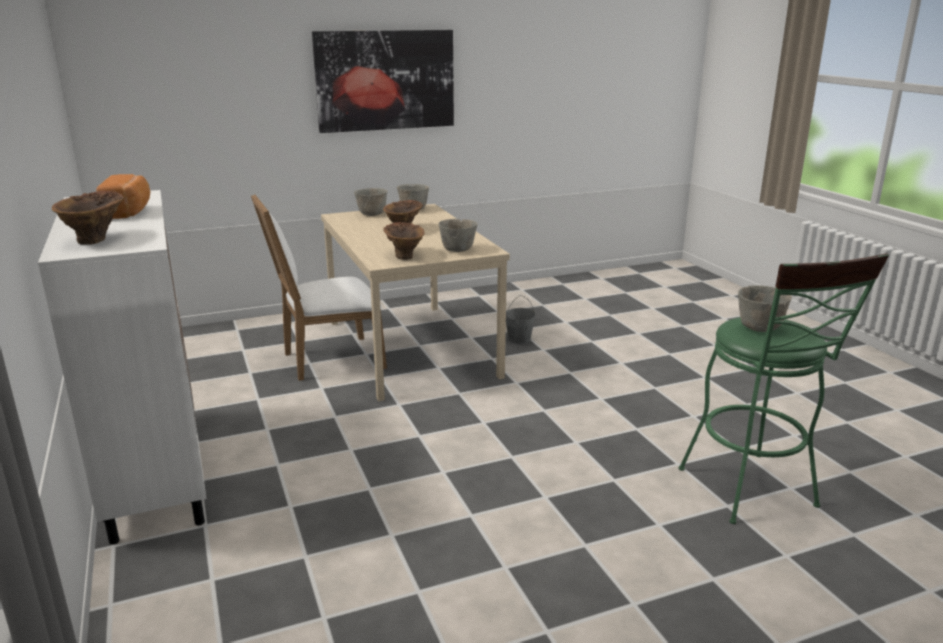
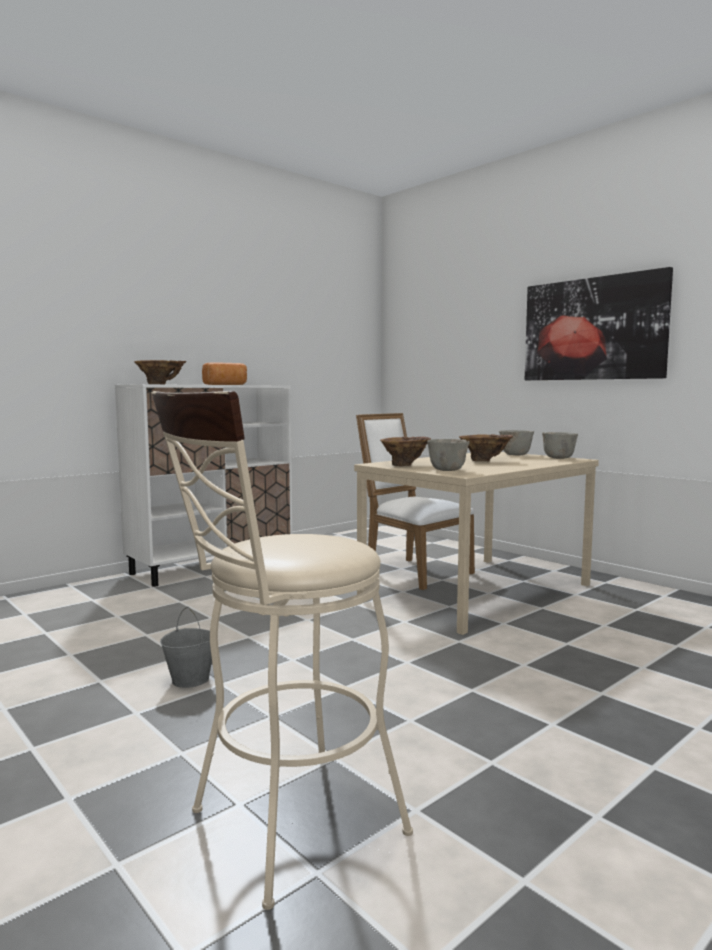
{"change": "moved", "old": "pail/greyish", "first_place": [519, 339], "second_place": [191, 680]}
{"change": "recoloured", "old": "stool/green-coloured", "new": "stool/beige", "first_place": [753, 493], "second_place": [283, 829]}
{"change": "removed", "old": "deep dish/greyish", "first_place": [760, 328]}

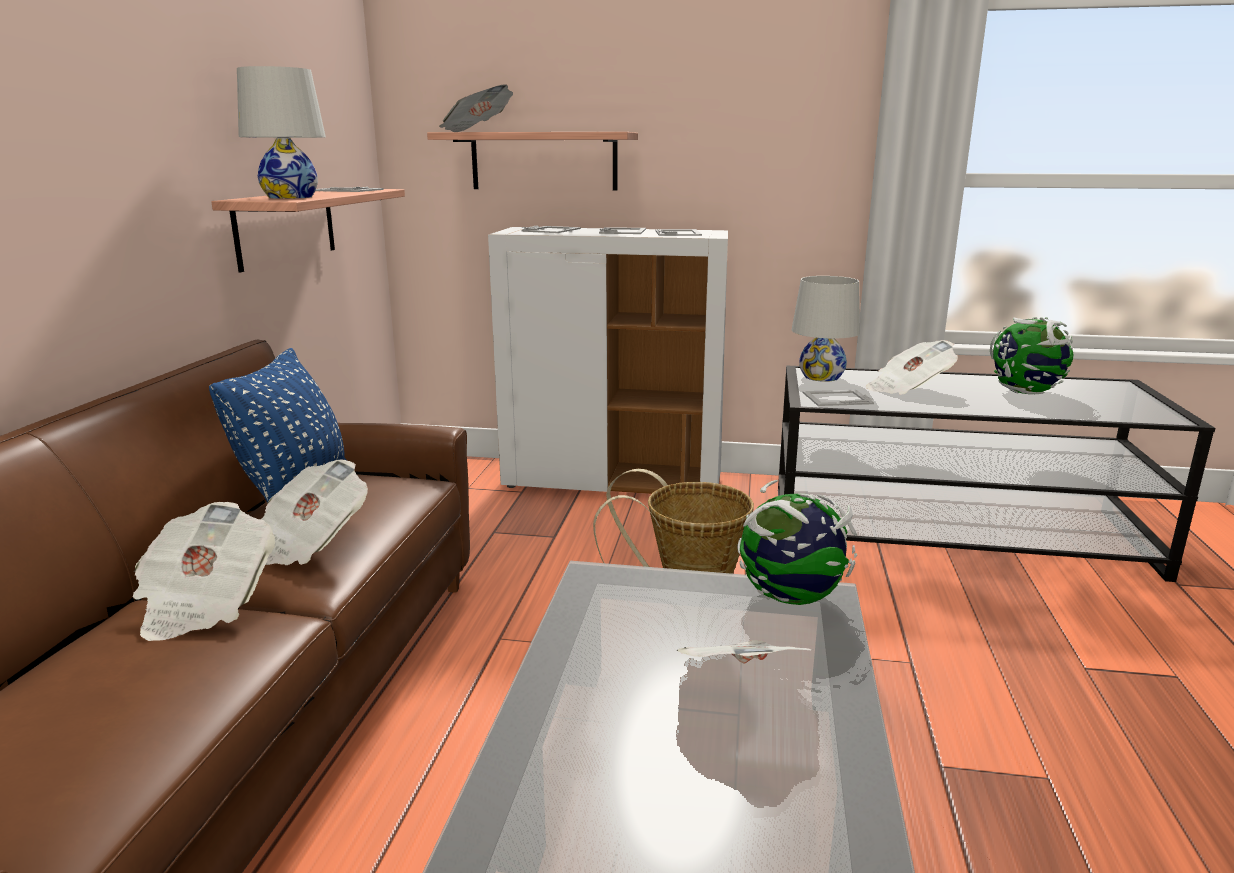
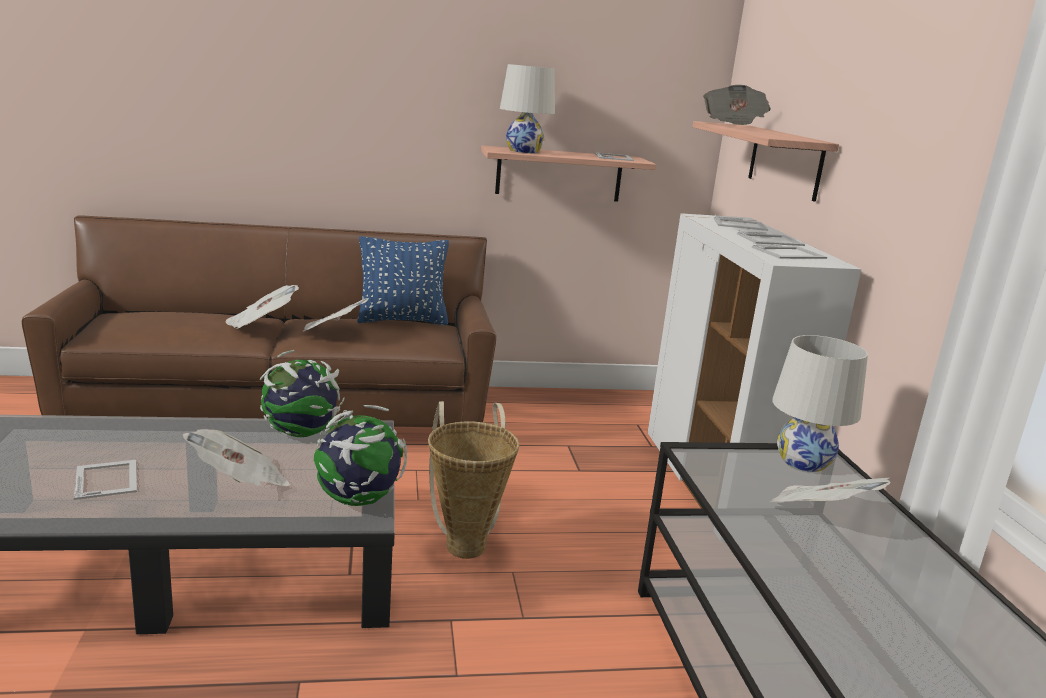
{"change": "moved", "old": "standing frame", "first_place": [836, 398], "second_place": [107, 479]}
{"change": "moved", "old": "world globe", "first_place": [1025, 392], "second_place": [301, 434]}

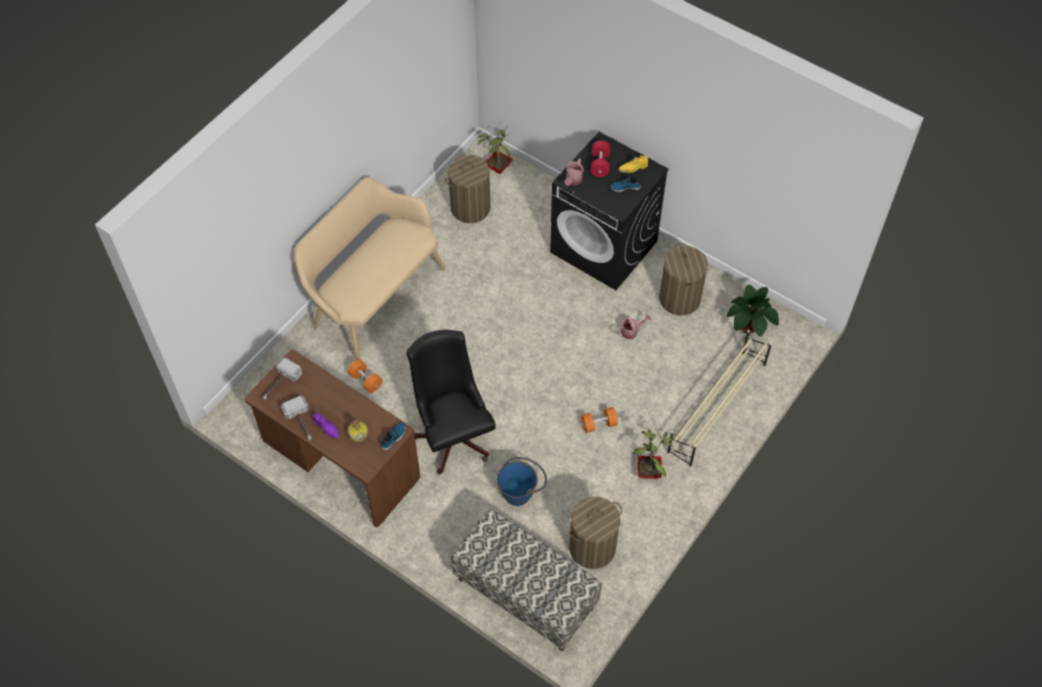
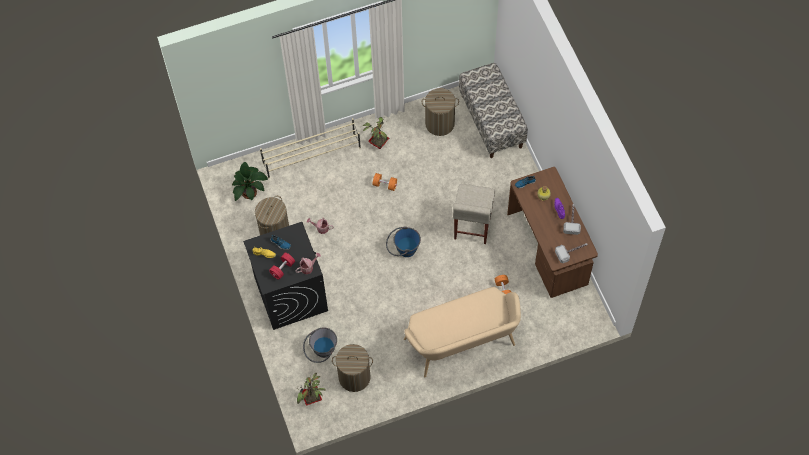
{"change": "replaced", "old": "desk chair/black-coloured", "new": "stool/beige", "first_place": [452, 433], "second_place": [472, 227]}
{"change": "moved", "old": "pail/blue", "first_place": [521, 490], "second_place": [403, 250]}
{"change": "added", "new": "pail/greyish", "second_place": [321, 352]}

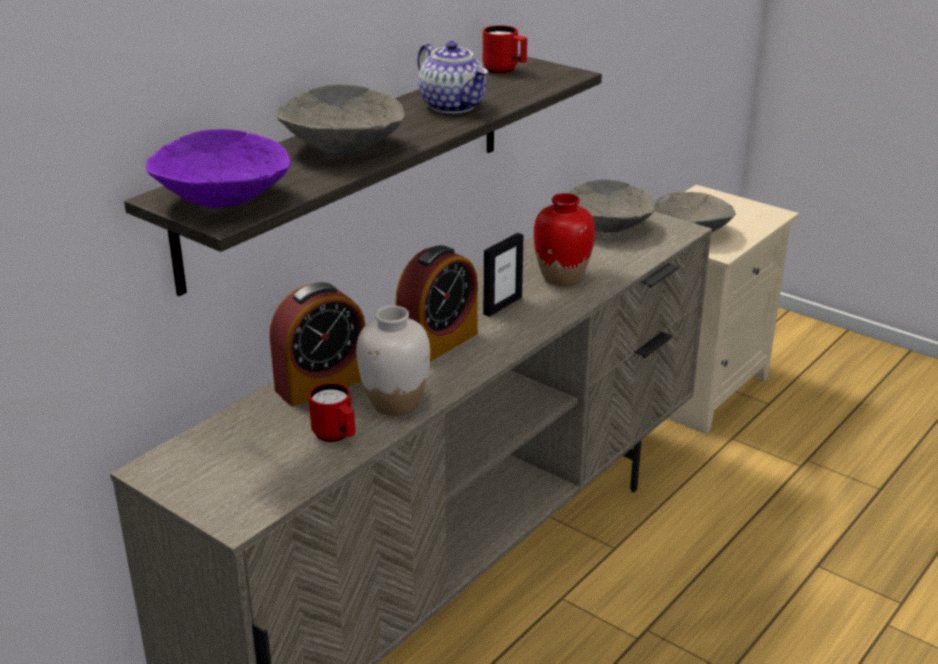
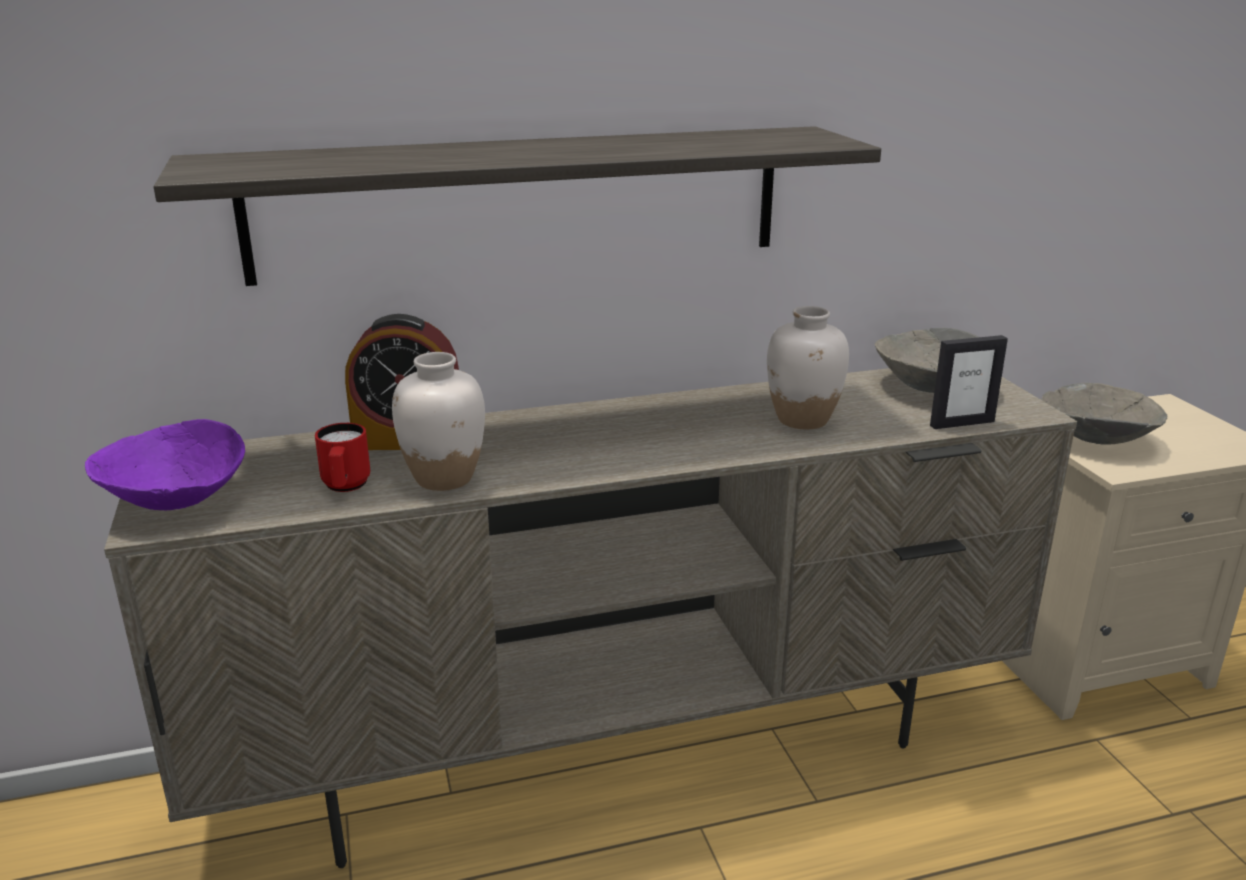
{"change": "moved", "old": "deep dish/purple-coloured", "first_place": [223, 200], "second_place": [177, 499]}
{"change": "removed", "old": "deep dish/greyish", "first_place": [343, 148]}
{"change": "removed", "old": "table clock", "first_place": [437, 343]}
{"change": "removed", "old": "pot for tea", "first_place": [453, 106]}
{"change": "removed", "old": "coffee mug/red", "first_place": [505, 71]}
{"change": "moved", "old": "standing frame", "first_place": [502, 305], "second_place": [961, 423]}
{"change": "recoloured", "old": "decorative vase/red", "new": "decorative vase/whitish", "first_place": [562, 278], "second_place": [803, 420]}

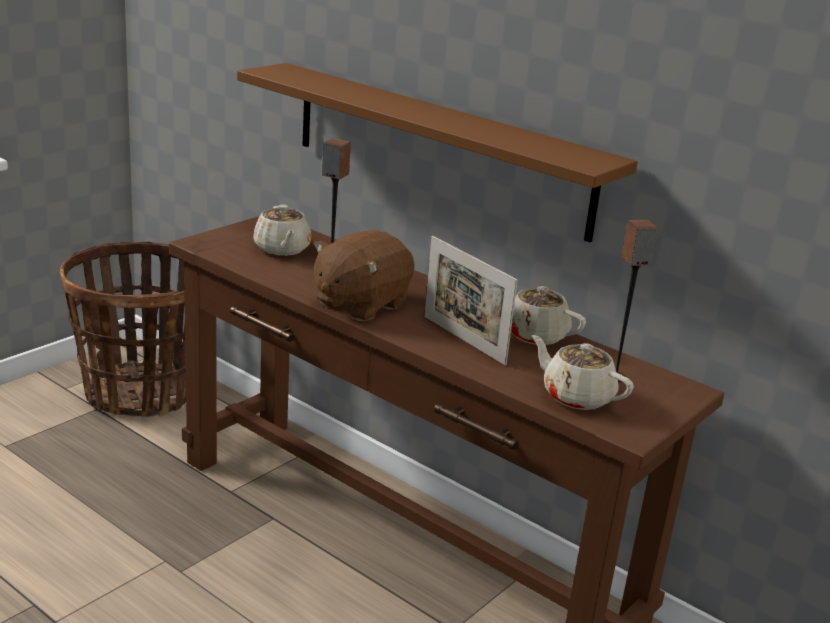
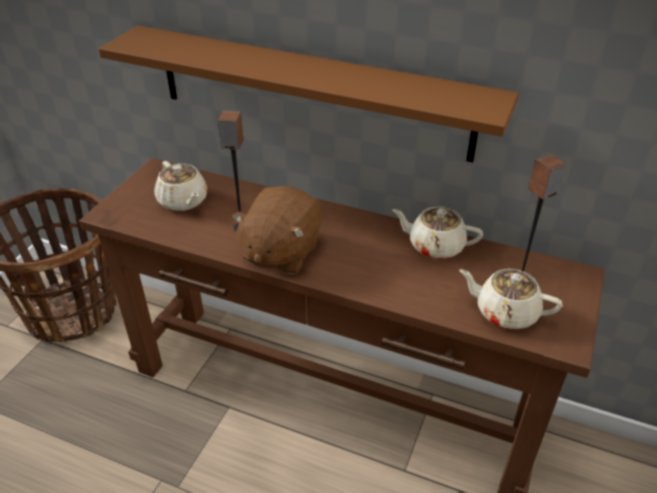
{"change": "removed", "old": "standing frame", "first_place": [463, 340]}

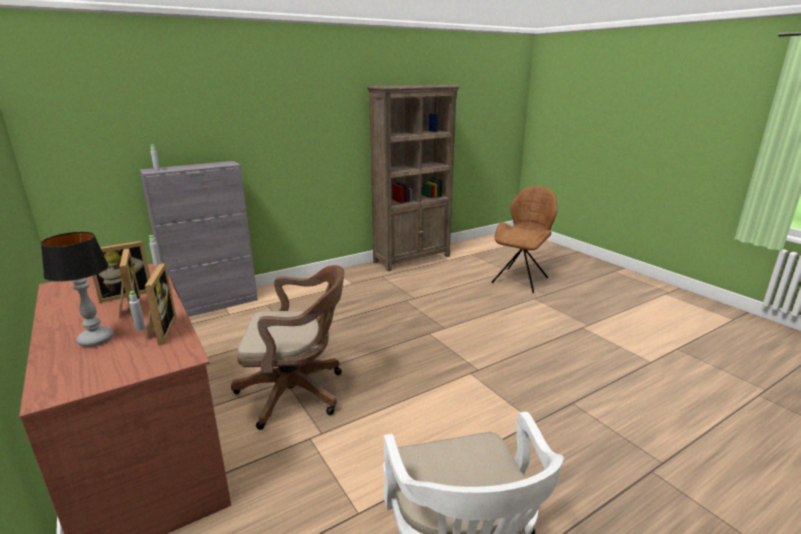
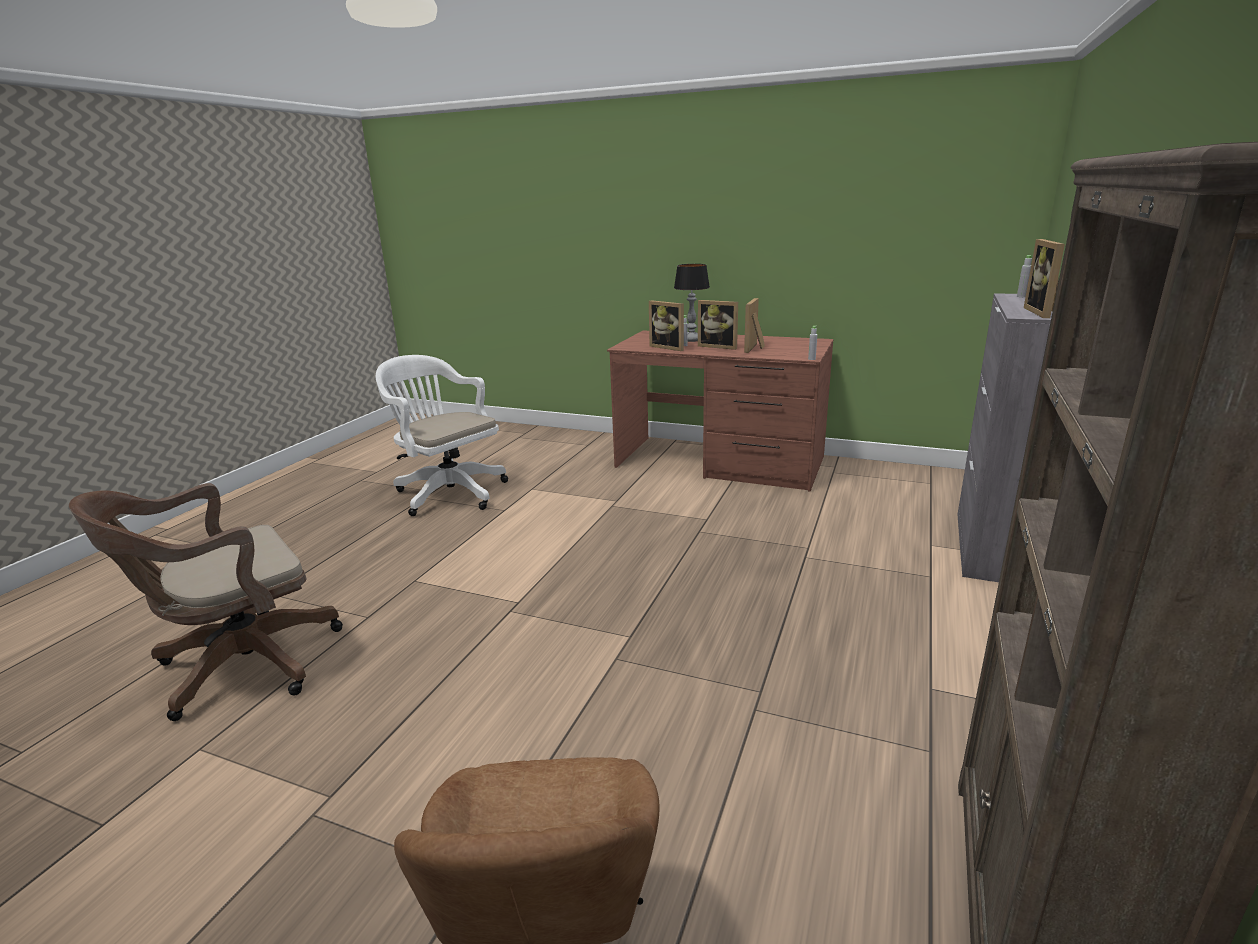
{"change": "moved", "old": "desk chair/brown-coloured", "first_place": [297, 393], "second_place": [239, 666]}
{"change": "added", "new": "standing frame", "second_place": [1044, 312]}

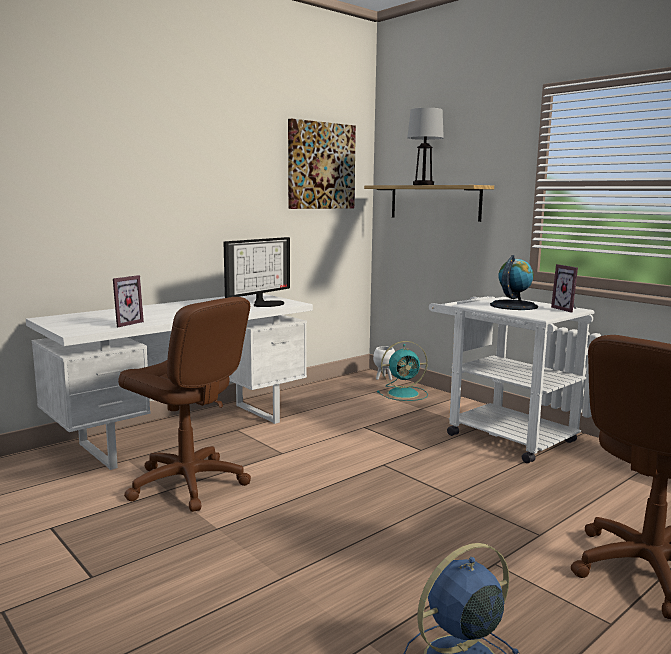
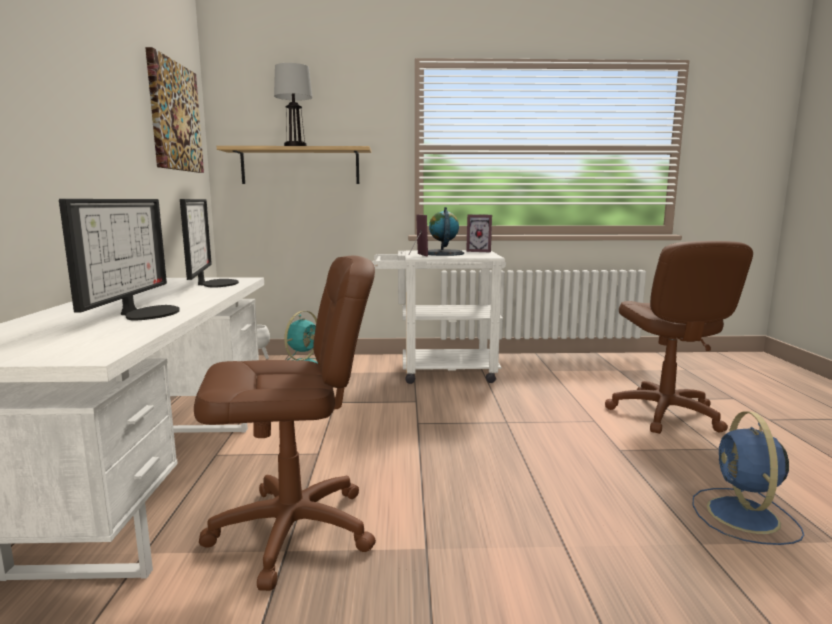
{"change": "moved", "old": "standing frame", "first_place": [124, 323], "second_place": [416, 255]}
{"change": "added", "new": "computer display", "second_place": [146, 313]}

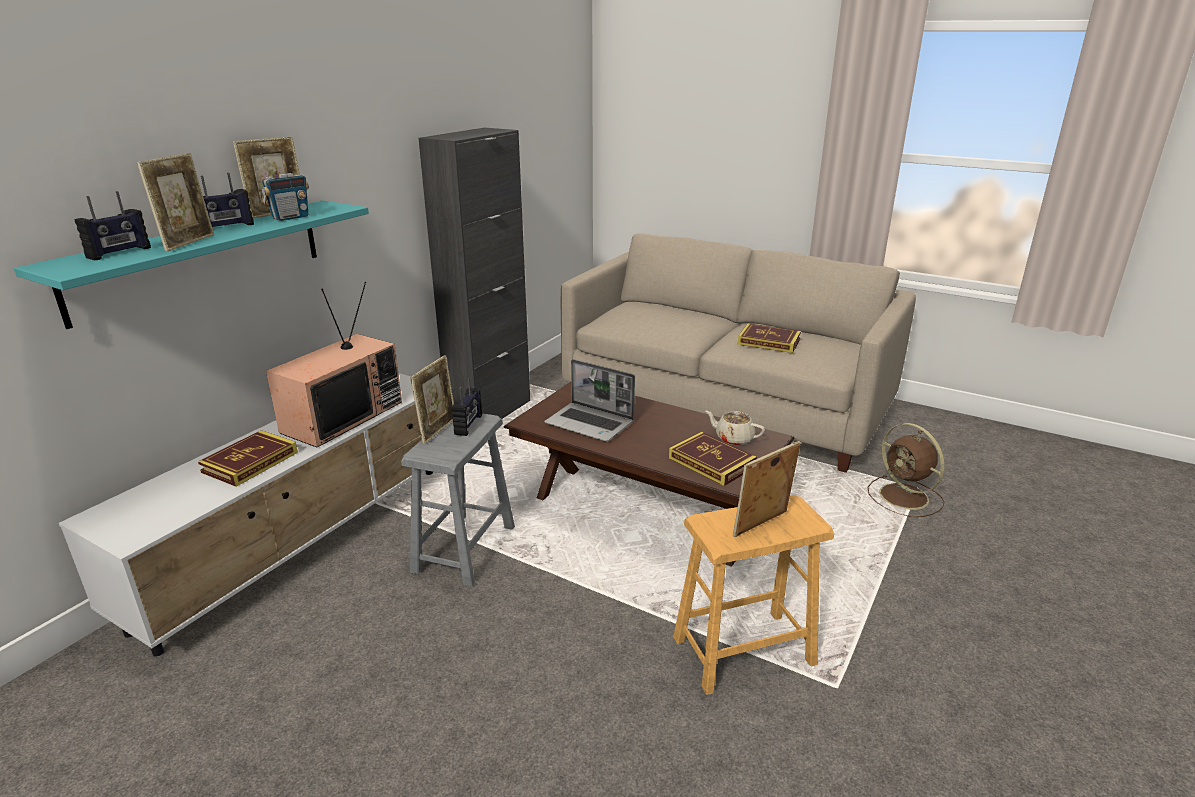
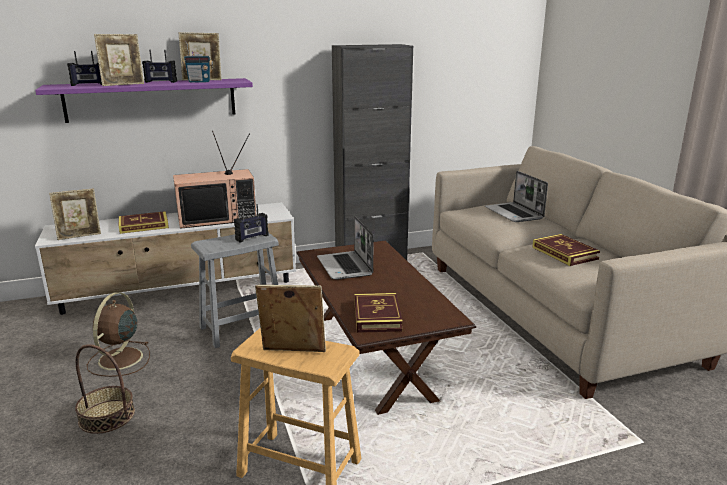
{"change": "recoloured", "old": "shelf/blue-green", "new": "shelf/purple-coloured", "first_place": [200, 258], "second_place": [151, 100]}
{"change": "moved", "old": "standing frame", "first_place": [438, 430], "second_place": [79, 236]}
{"change": "removed", "old": "pot for tea/beige", "first_place": [733, 438]}
{"change": "moved", "old": "electric fan/brown-coloured", "first_place": [905, 497], "second_place": [119, 360]}
{"change": "added", "new": "storage basket", "second_place": [106, 416]}
{"change": "added", "new": "notebook computer", "second_place": [514, 213]}

